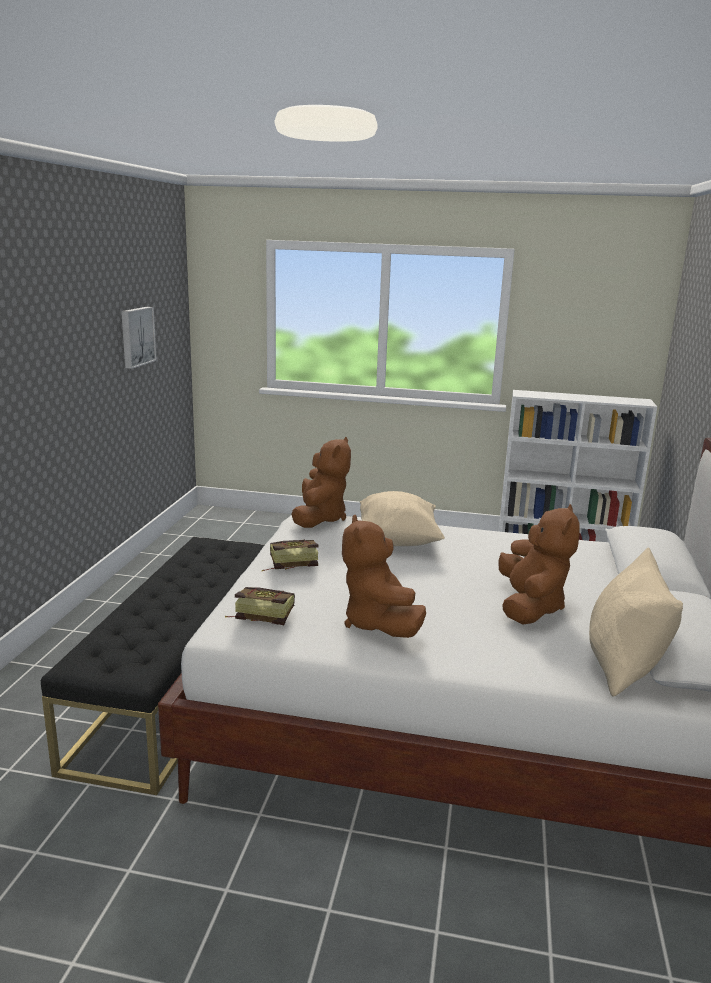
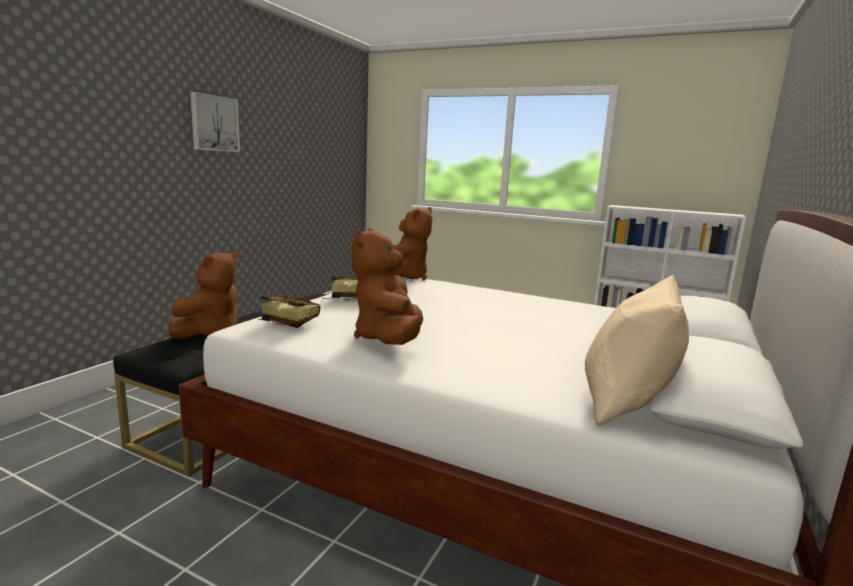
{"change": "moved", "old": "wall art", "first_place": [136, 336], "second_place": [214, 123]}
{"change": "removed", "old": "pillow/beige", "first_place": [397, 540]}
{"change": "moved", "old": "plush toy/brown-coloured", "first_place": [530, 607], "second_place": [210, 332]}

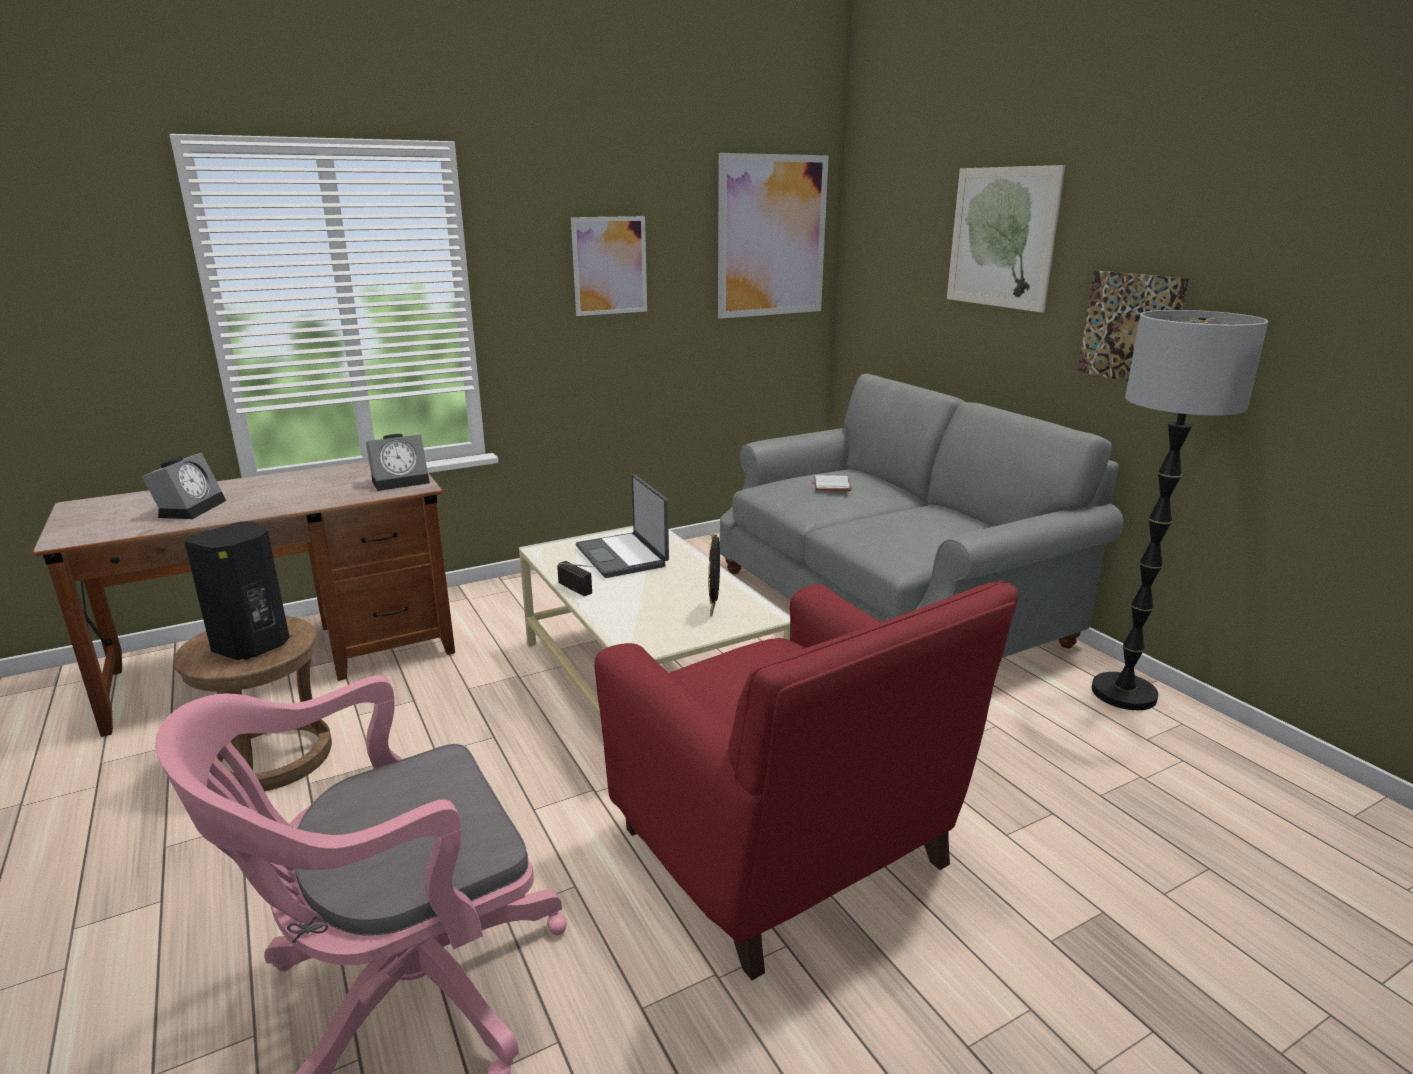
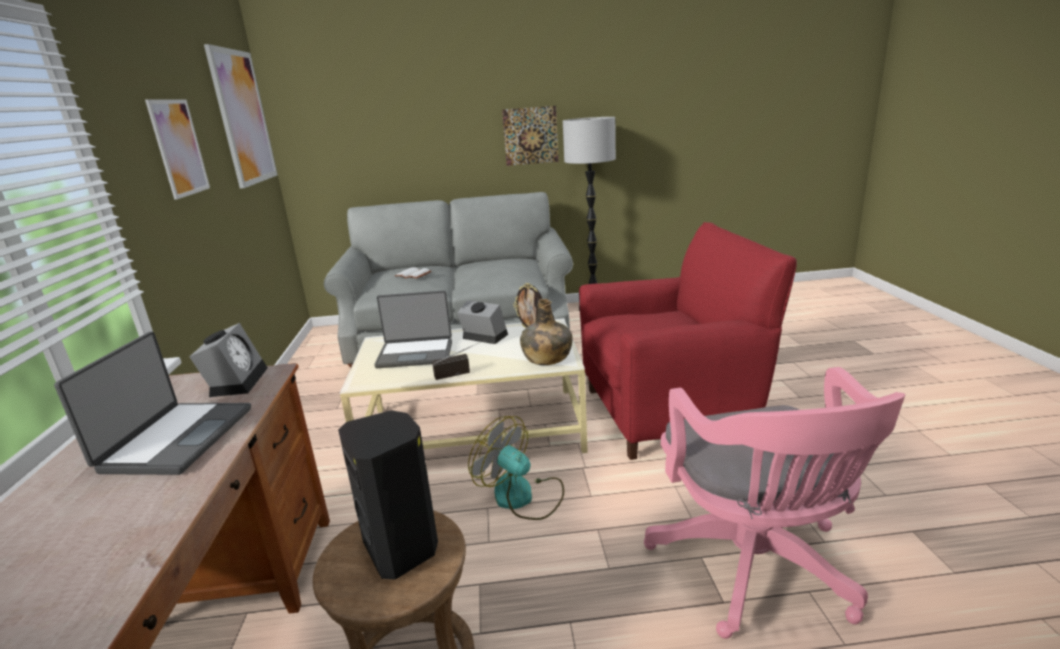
{"change": "moved", "old": "table clock", "first_place": [191, 508], "second_place": [483, 337]}
{"change": "removed", "old": "wall art", "first_place": [1001, 237]}
{"change": "added", "new": "notebook computer", "second_place": [176, 439]}
{"change": "added", "new": "electric fan", "second_place": [522, 497]}
{"change": "added", "new": "beverage bottle/green-coloured", "second_place": [546, 358]}

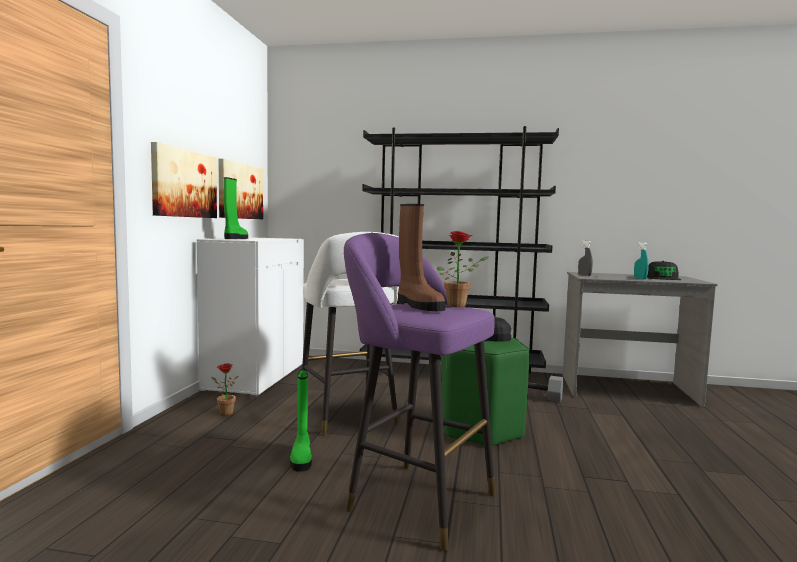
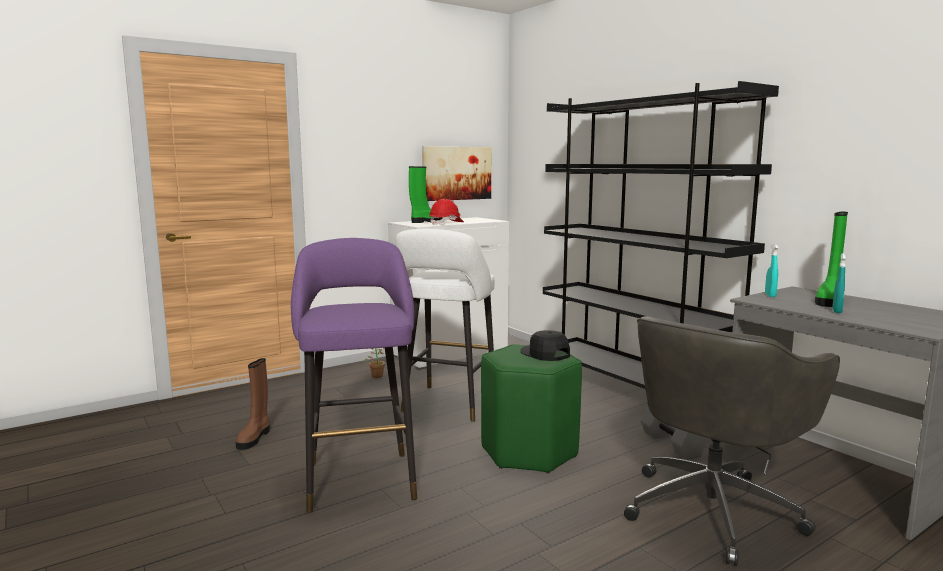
{"change": "removed", "old": "wall art", "first_place": [184, 183]}
{"change": "moved", "old": "high-top boot/green-coloured", "first_place": [301, 457], "second_place": [829, 301]}
{"change": "moved", "old": "high-top boot/brown-coloured", "first_place": [418, 306], "second_place": [254, 438]}
{"change": "removed", "old": "houseplant", "first_place": [460, 305]}
{"change": "recoloured", "old": "spray bottle/greyish", "new": "spray bottle/blue-green", "first_place": [584, 275], "second_place": [770, 295]}
{"change": "removed", "old": "baseball cap/black-coloured", "first_place": [663, 278]}
{"change": "added", "new": "safety helmet/red", "second_place": [446, 223]}
{"change": "added", "new": "desk chair/greyish", "second_place": [713, 509]}

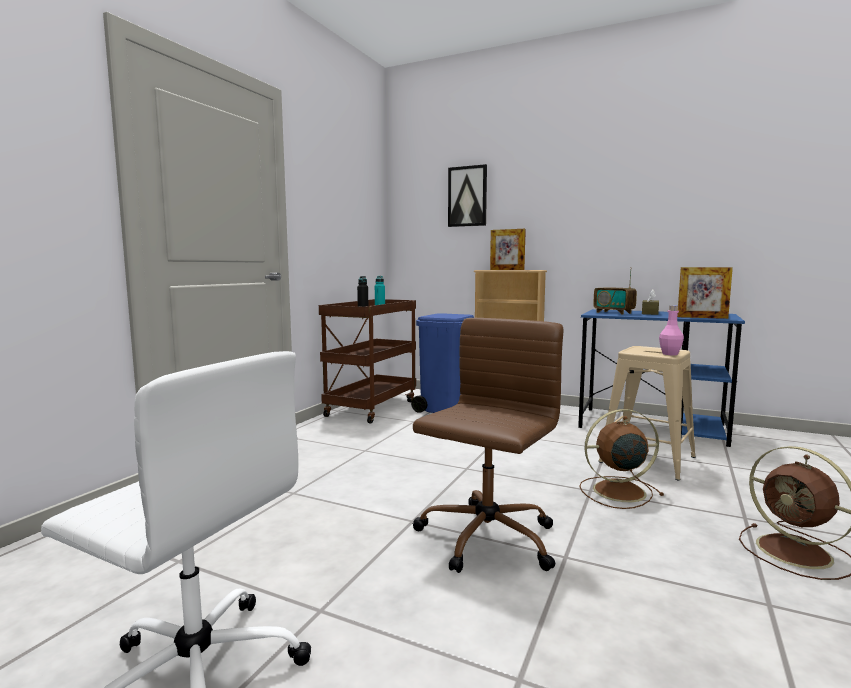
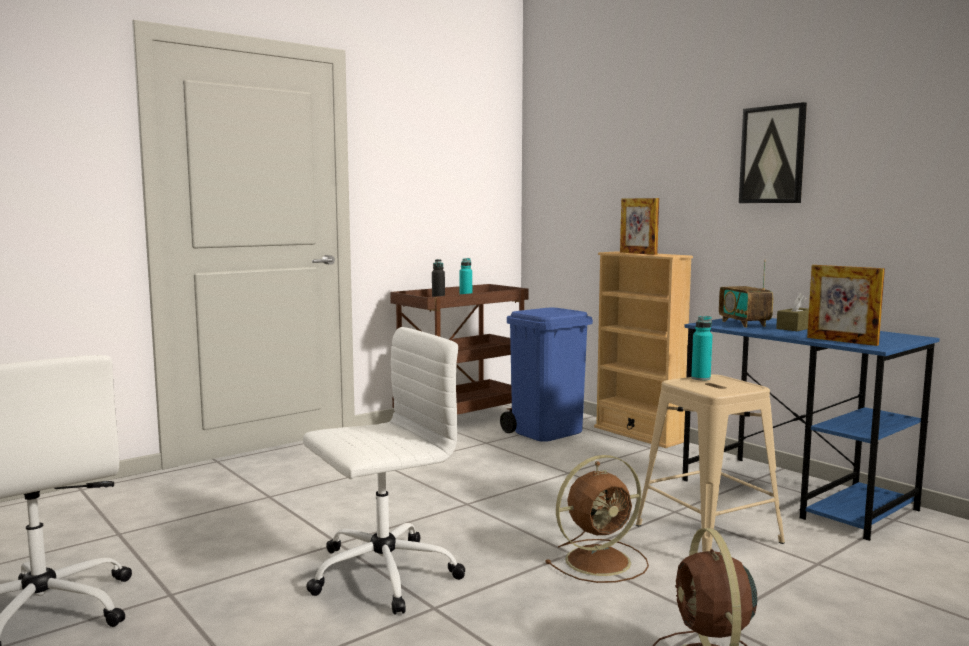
{"change": "recoloured", "old": "desk chair/brown-coloured", "new": "desk chair/whitish", "first_place": [485, 539], "second_place": [380, 574]}
{"change": "moved", "old": "wall art", "first_place": [467, 196], "second_place": [772, 155]}
{"change": "turned", "old": "electric fan/brown-coloured", "first_place": [616, 491], "second_place": [600, 560], "degrees": 135}
{"change": "removed", "old": "beverage bottle/pink", "first_place": [670, 354]}
{"change": "added", "new": "beverage bottle/blue-green", "second_place": [700, 378]}

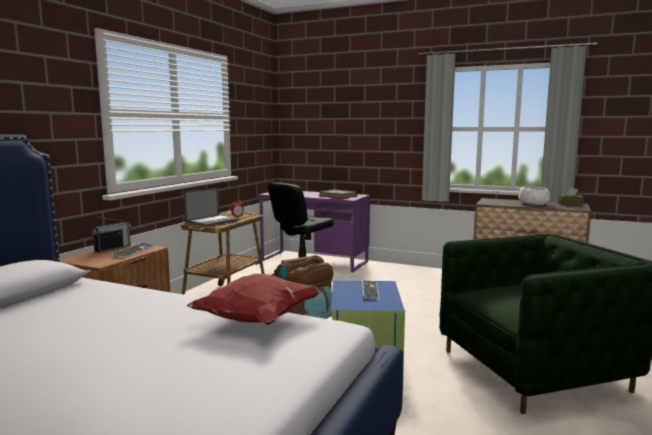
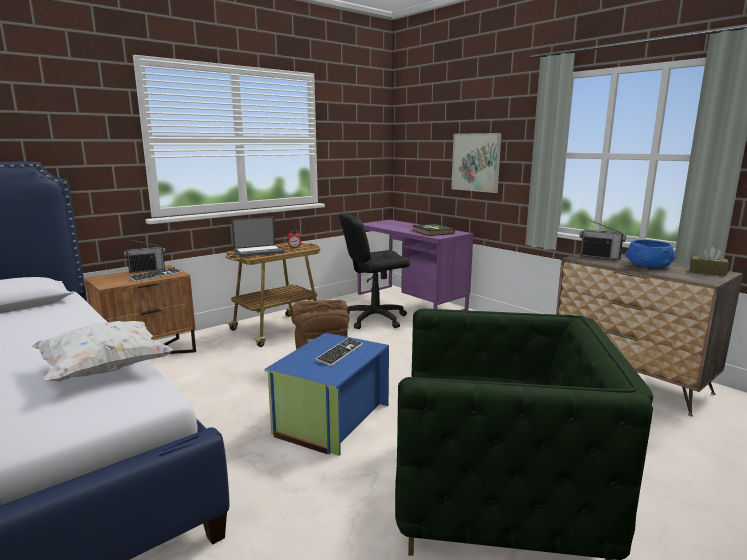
{"change": "recoloured", "old": "pillow/red", "new": "pillow/whitish", "first_place": [257, 320], "second_place": [104, 370]}
{"change": "recoloured", "old": "deep dish/whitish", "new": "deep dish/blue", "first_place": [533, 204], "second_place": [648, 265]}
{"change": "added", "new": "wall art", "second_place": [476, 162]}
{"change": "added", "new": "radio receiver", "second_place": [600, 257]}

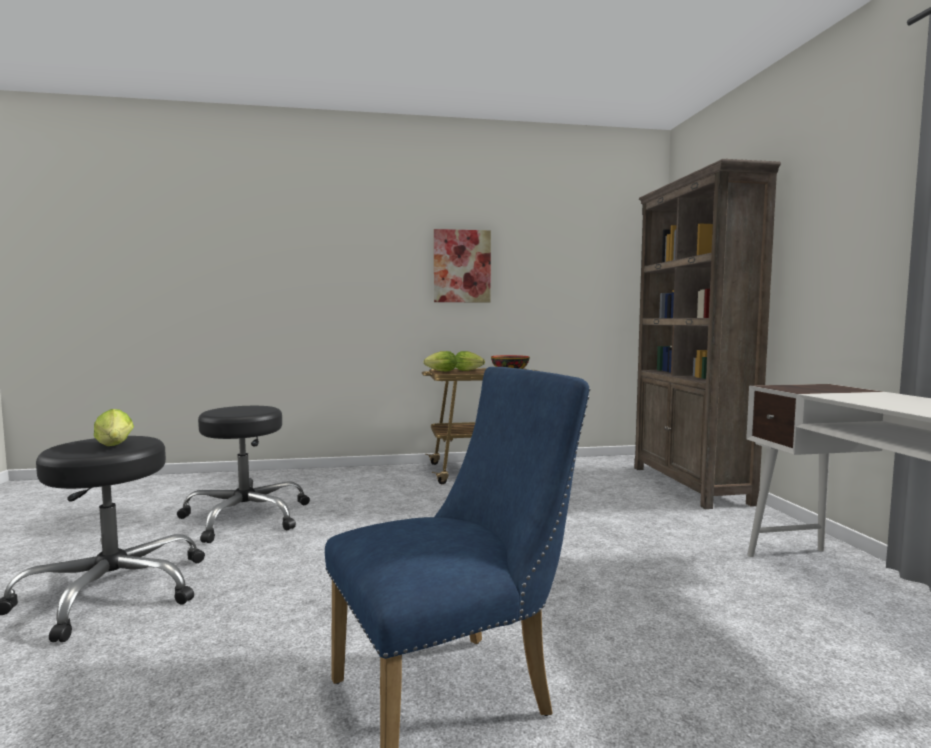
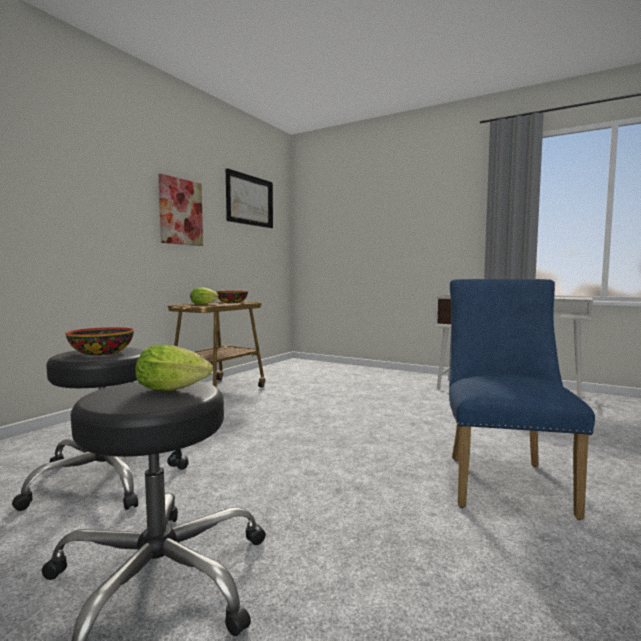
{"change": "removed", "old": "lettuce head", "first_place": [440, 371]}
{"change": "removed", "old": "bookcase/brown-coloured", "first_place": [689, 485]}
{"change": "added", "new": "deep dish", "second_place": [101, 353]}
{"change": "added", "new": "wall art", "second_place": [249, 200]}

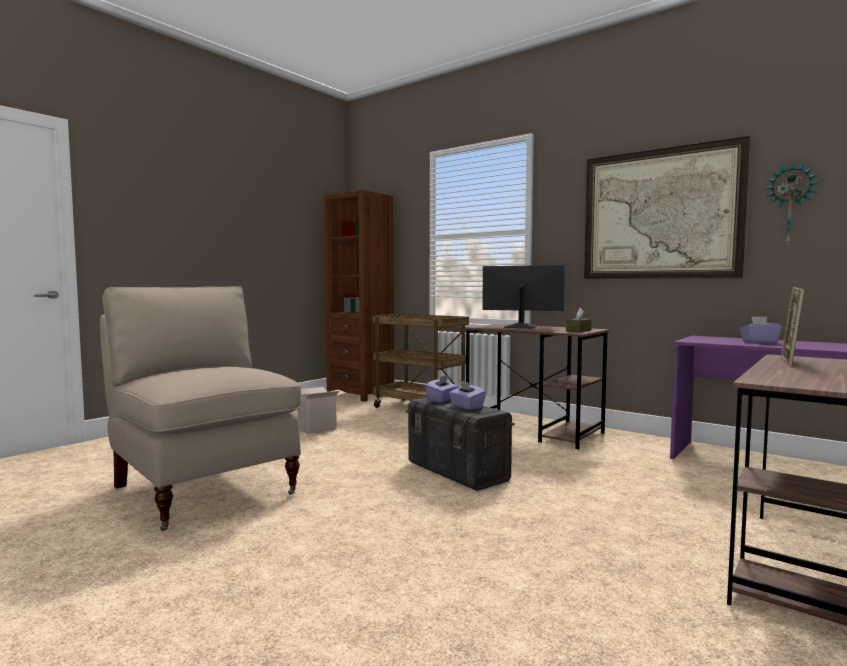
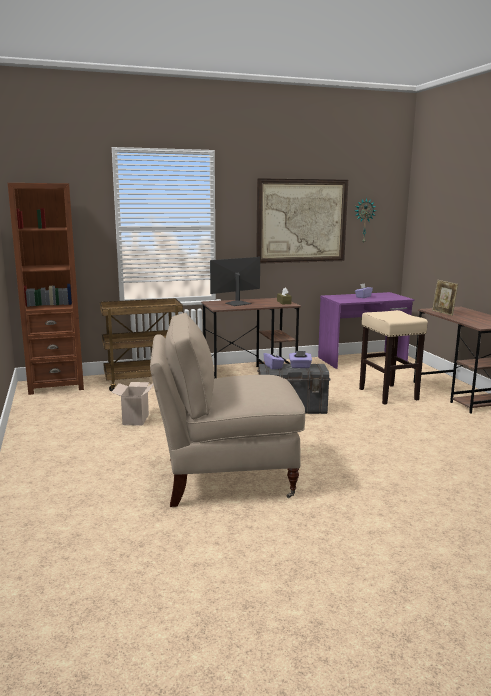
{"change": "added", "new": "stool/beige", "second_place": [387, 394]}

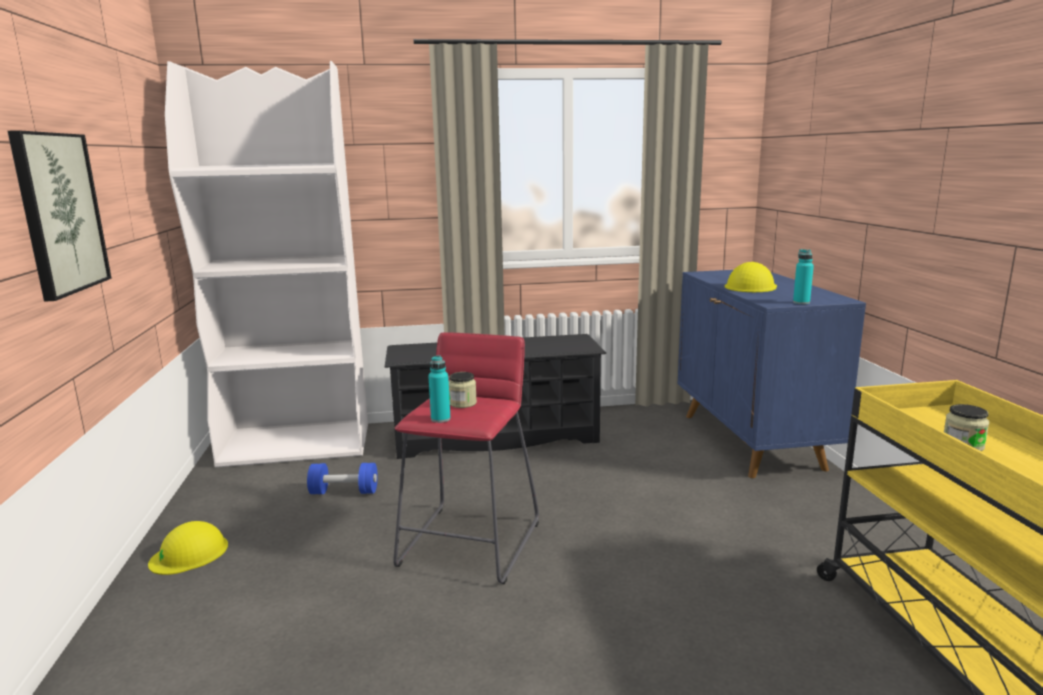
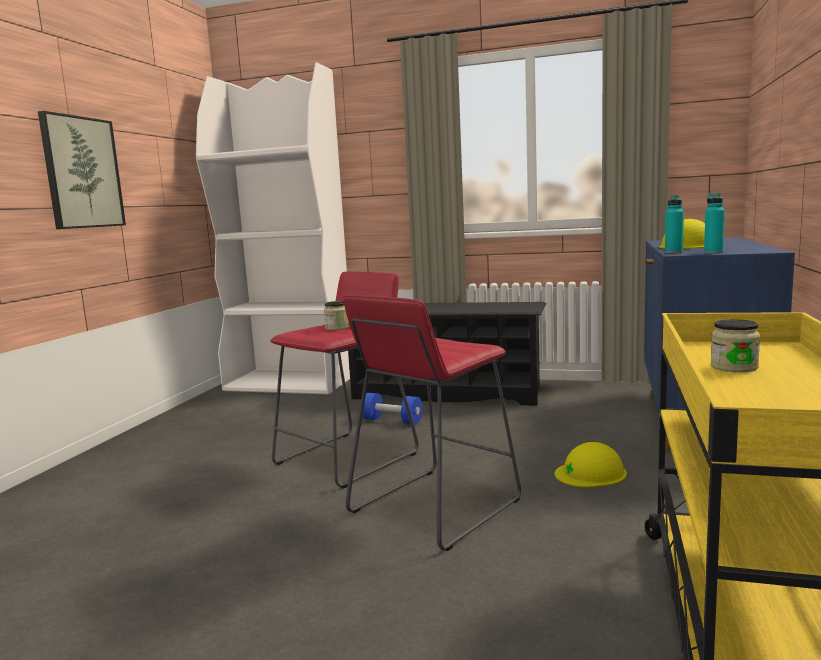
{"change": "moved", "old": "safety helmet/yellow-coloured", "first_place": [190, 554], "second_place": [591, 473]}
{"change": "moved", "old": "hand weight/blue", "first_place": [344, 492], "second_place": [392, 421]}
{"change": "moved", "old": "beverage bottle/blue-green", "first_place": [440, 419], "second_place": [673, 252]}
{"change": "added", "new": "stool/red", "second_place": [435, 507]}

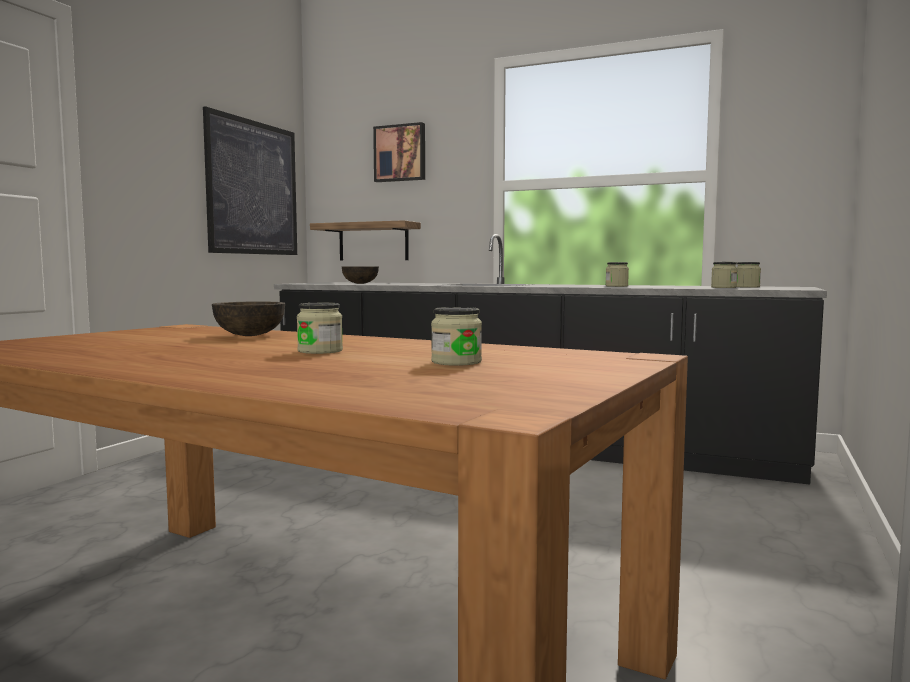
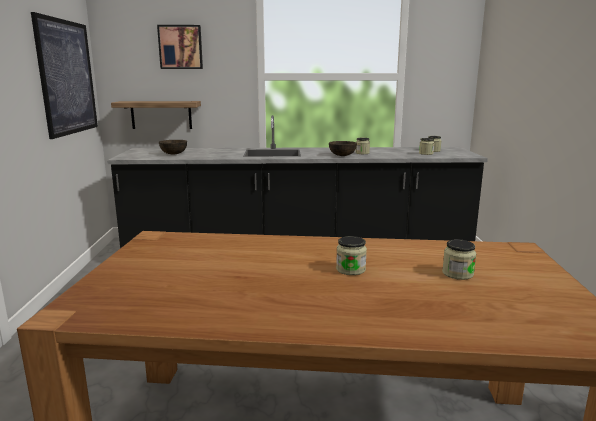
{"change": "moved", "old": "deep dish/brown-coloured", "first_place": [249, 335], "second_place": [342, 155]}

